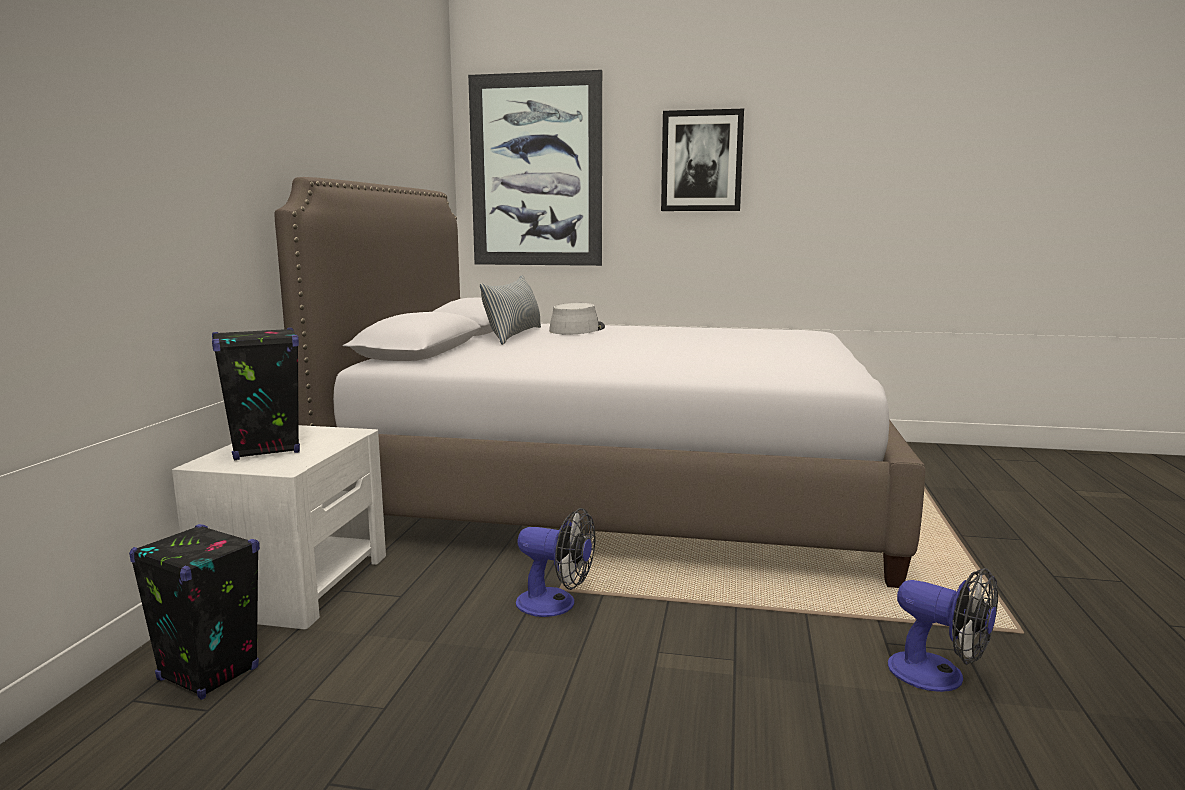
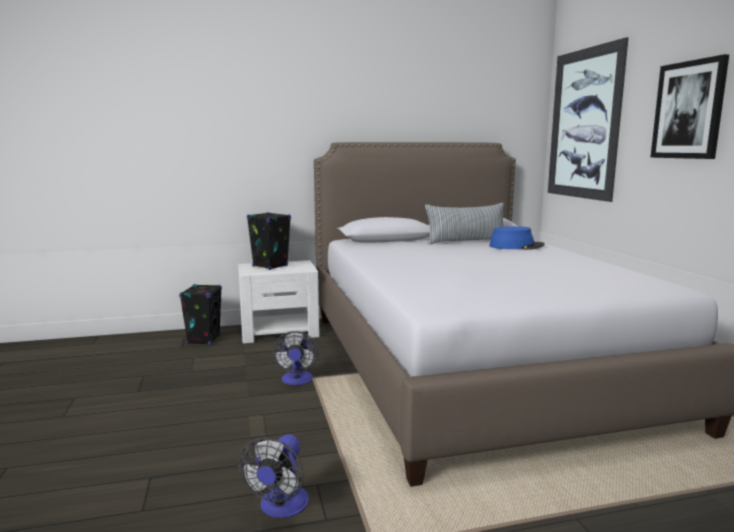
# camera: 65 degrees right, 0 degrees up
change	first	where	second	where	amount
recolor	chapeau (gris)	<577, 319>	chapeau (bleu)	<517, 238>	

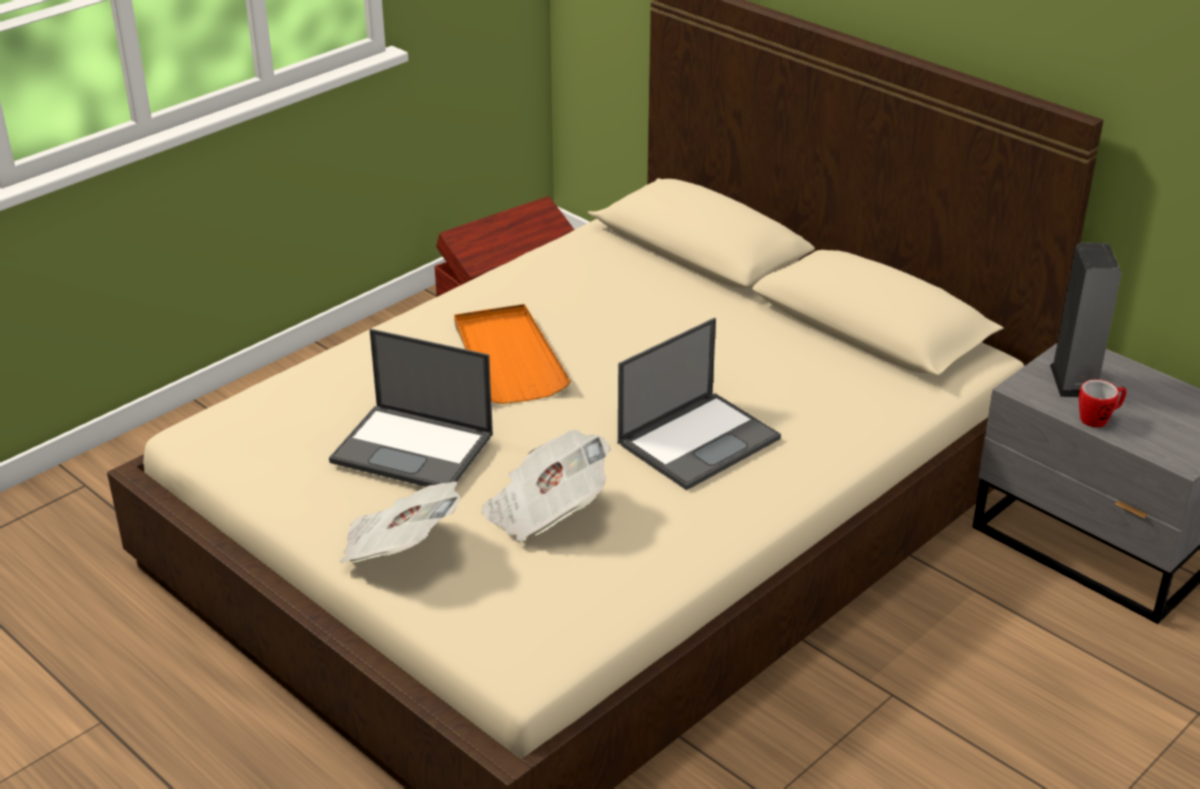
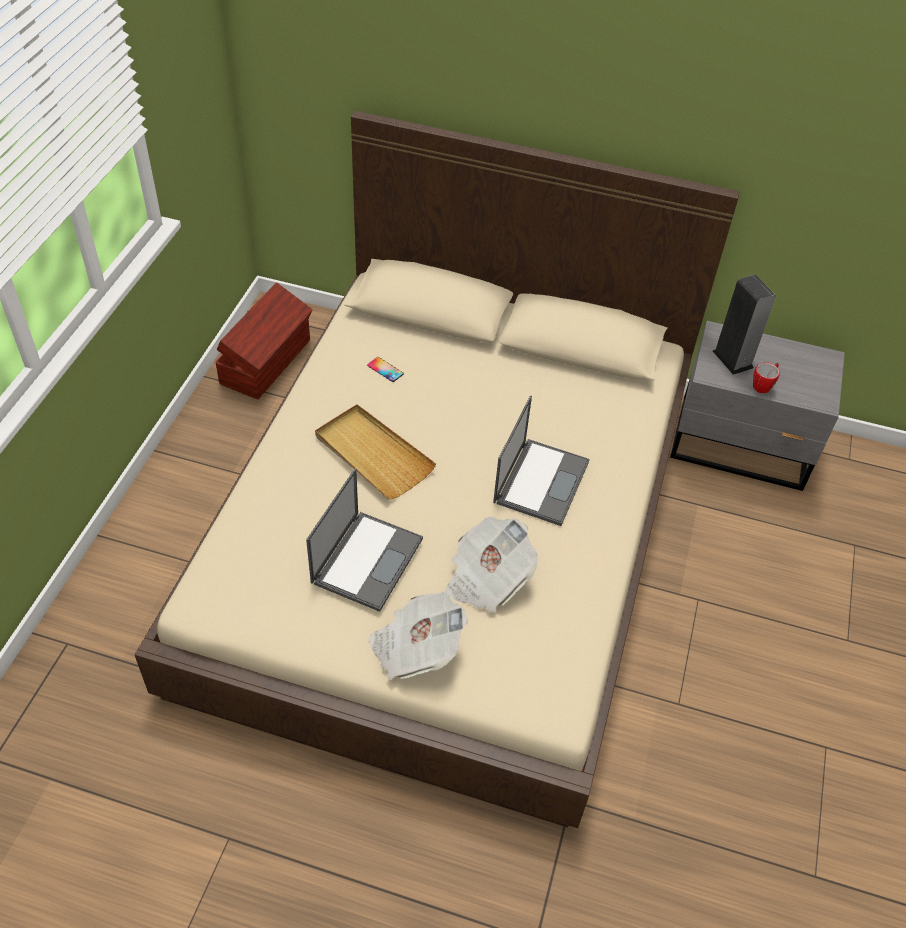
# camera: 30 degrees left, 15 degrees up
change	first	where	second	where	amount
recolor	plateau (orange)	<512, 354>	plateau (beige)	<375, 452>	
rotate	ordinateur portable	<411, 408>		<364, 540>	60 degrees counterclockwise
insert			téléphone	<385, 369>	

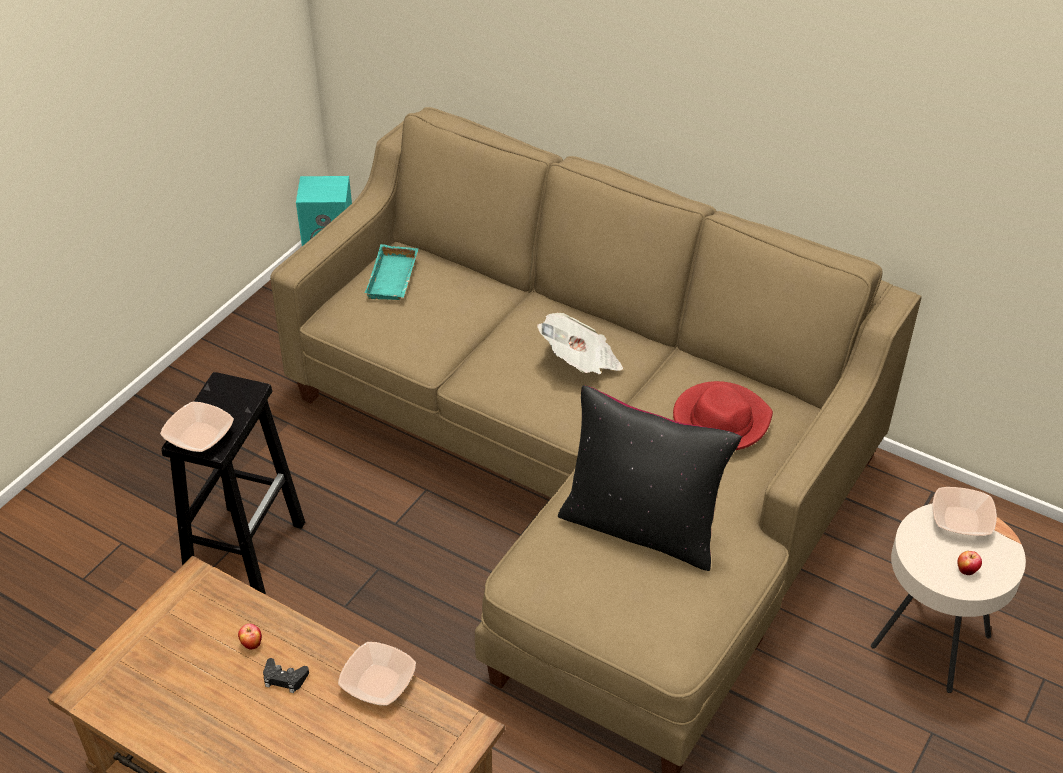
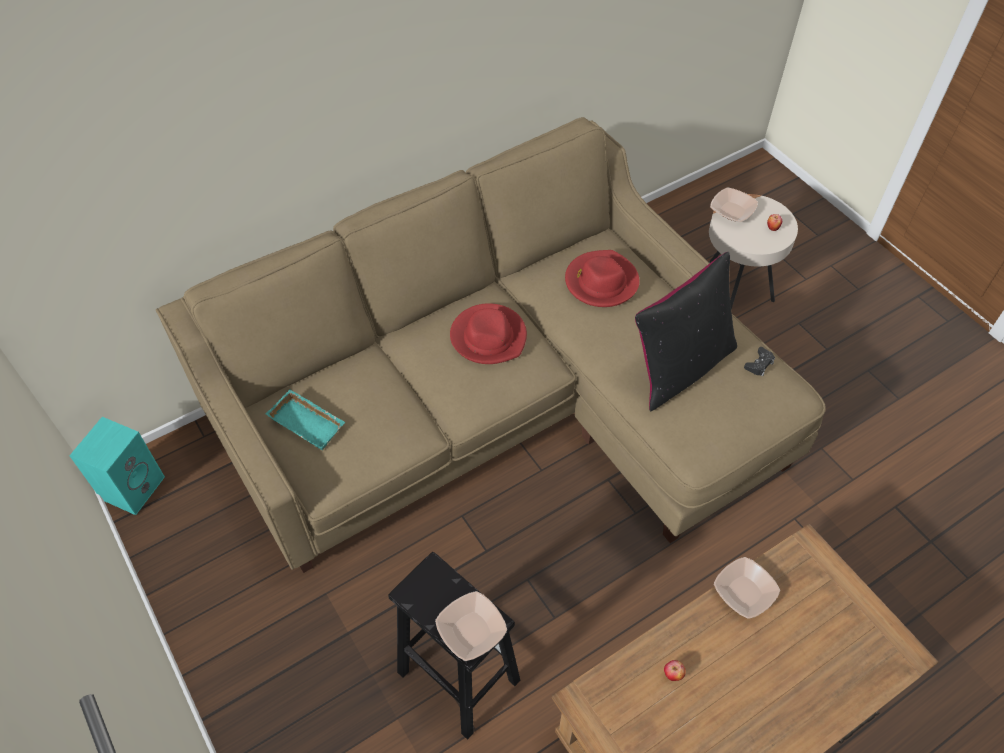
# camera: 65 degrees left, 10 degrees up
change	first	where	second	where	amount
replace	journal	<580, 343>	chapeau (rouge)	<488, 333>	
move	manette (noir)	<286, 675>		<759, 361>	

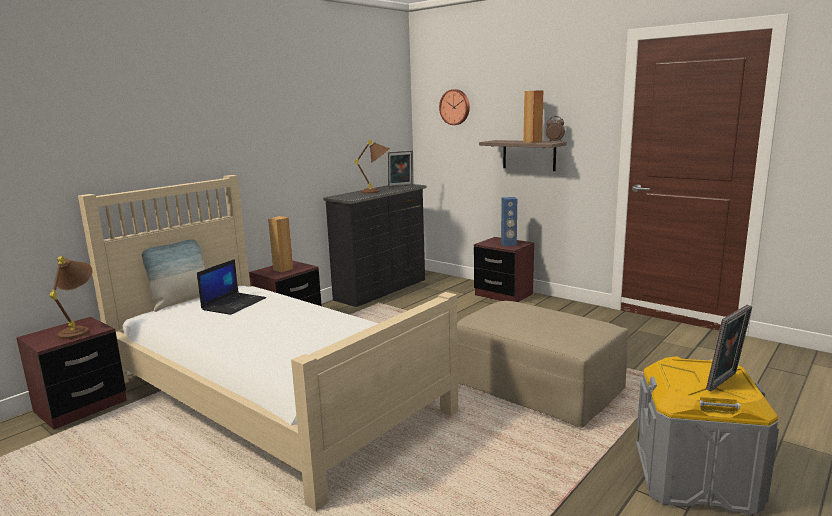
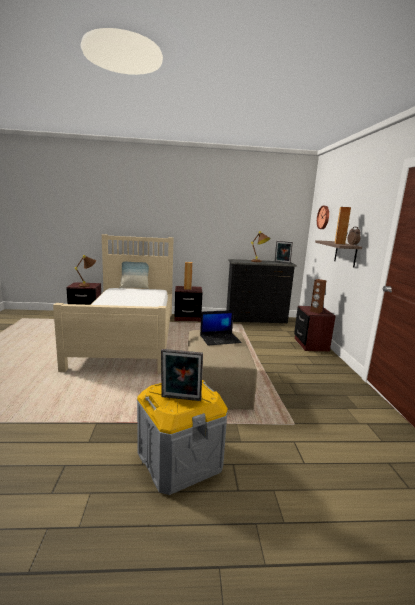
# camera: 45 degrees right, 0 degrees up
change	first	where	second	where	amount
recolor	enceinte (bleu)	<509, 221>	enceinte (marron)	<318, 296>	
move	ordinateur portable	<231, 287>		<221, 328>	

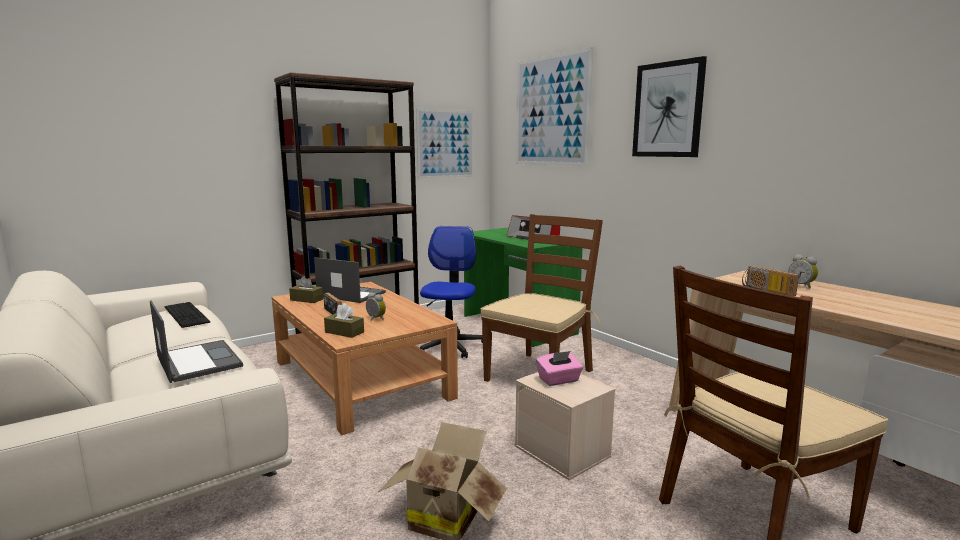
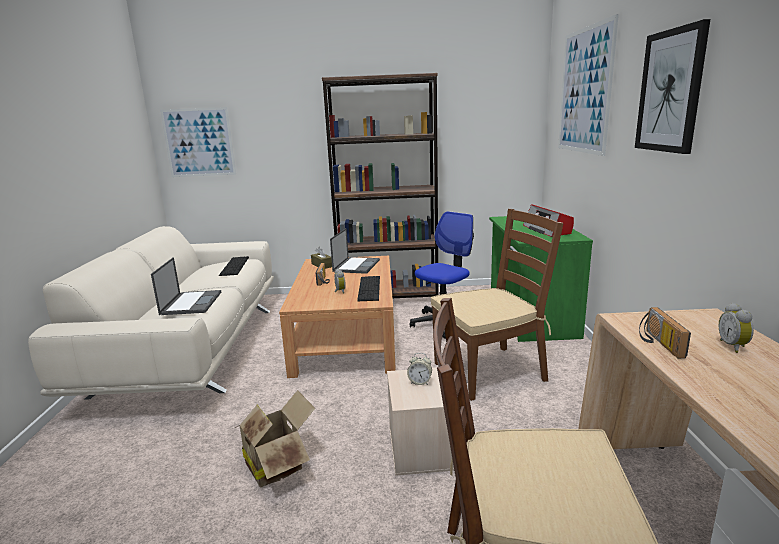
# camera: 35 degrees right, 5 degrees up
change	first	where	second	where	amount
move	tableau	<445, 144>		<198, 142>	
rotate	ordinateur portable	<350, 280>		<355, 251>	45 degrees clockwise
delete	boîte à mouchoirs (marron)	<344, 320>			
replace	boîte à mouchoirs (rose)	<559, 368>	réveil	<419, 369>	
insert			clavier	<368, 288>	

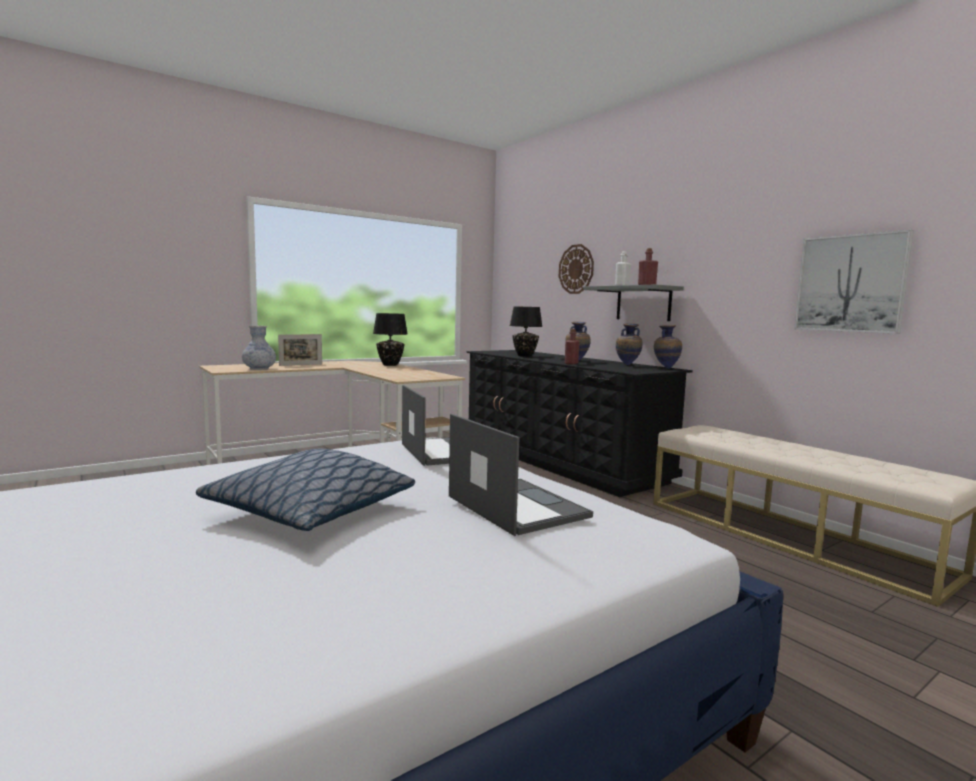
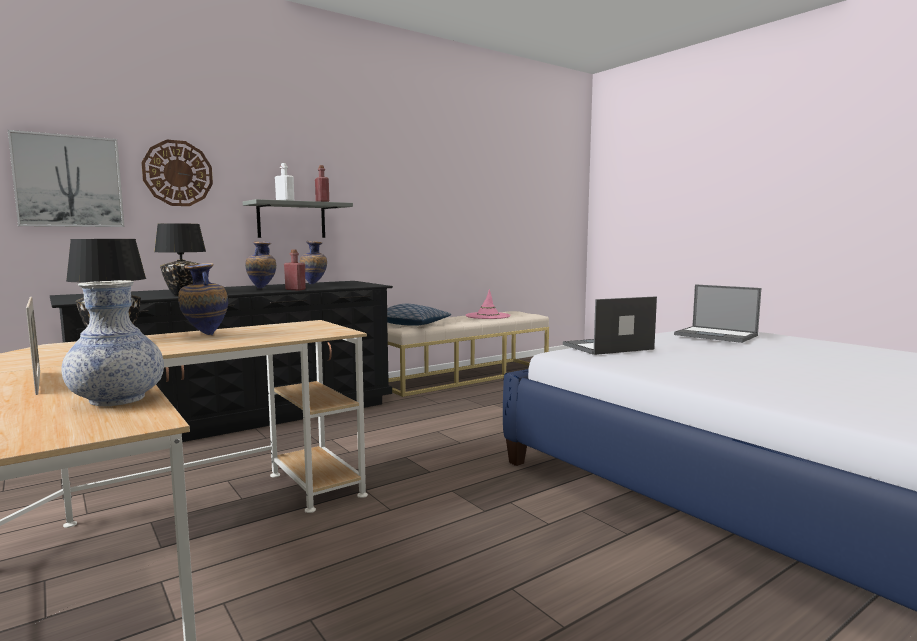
# camera: 90 degrees left, 0 degrees up
change	first	where	second	where	amount
move	tableau	<854, 282>		<66, 178>	
move	vase	<668, 347>		<203, 299>	
rotate	ordinateur portable	<521, 475>		<717, 313>	105 degrees counterclockwise
move	coussin	<305, 490>		<419, 315>	
insert			chapeau (rose)	<488, 304>	

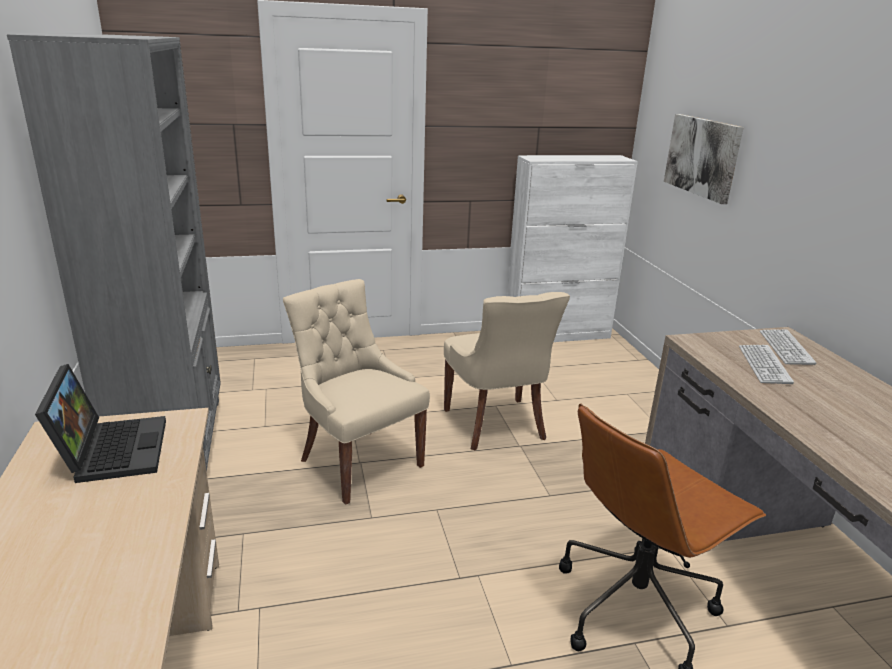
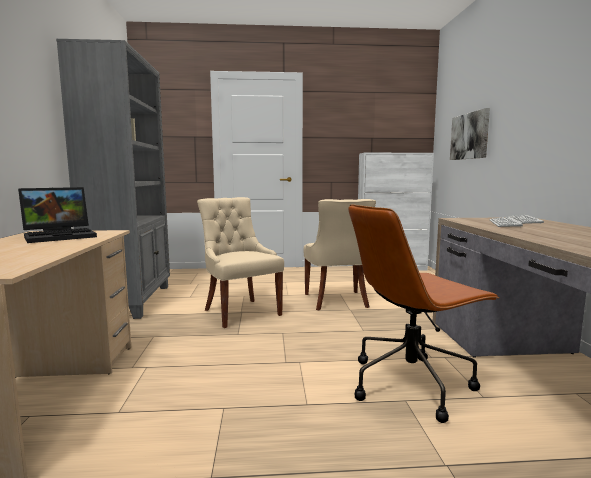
# camera: 10 degrees right, 15 degrees down
change	first	where	second	where	amount
rotate	ordinateur portable	<100, 423>		<57, 215>	60 degrees clockwise

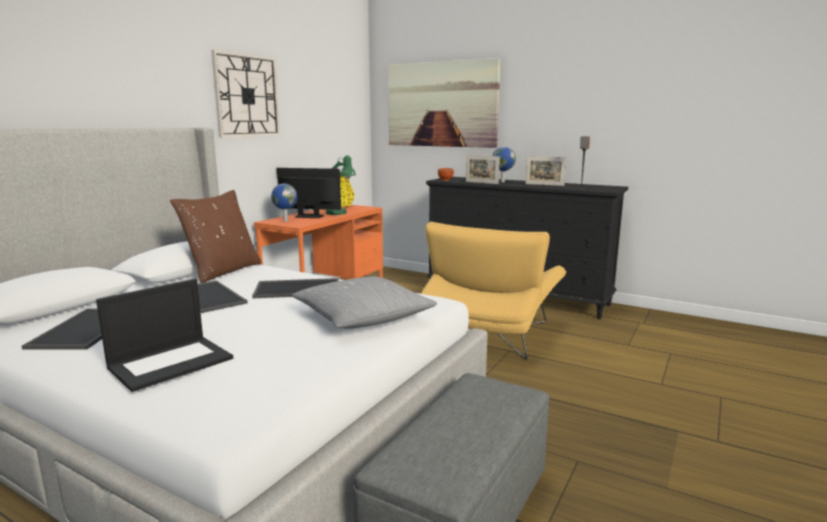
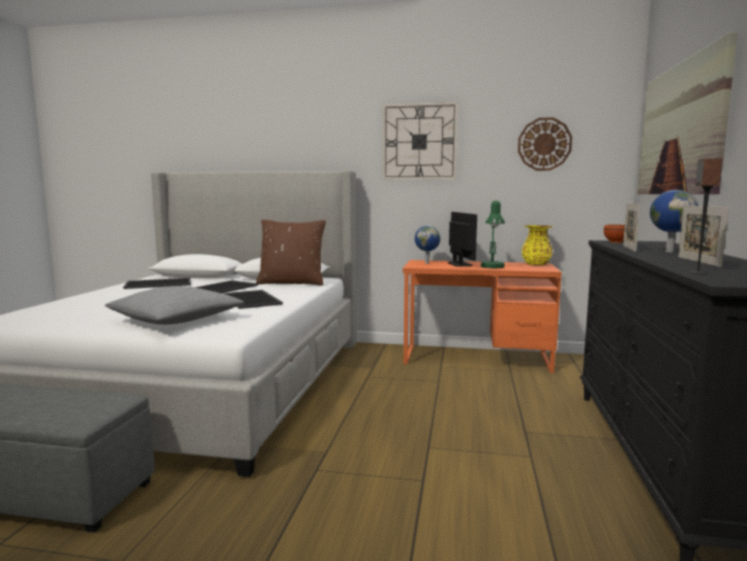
# camera: 70 degrees right, 5 degrees down
change	first	where	second	where	amount
delete	fauteuil (jaune)	<493, 290>			
delete	ordinateur portable	<164, 335>			
insert			horloge murale	<545, 144>	

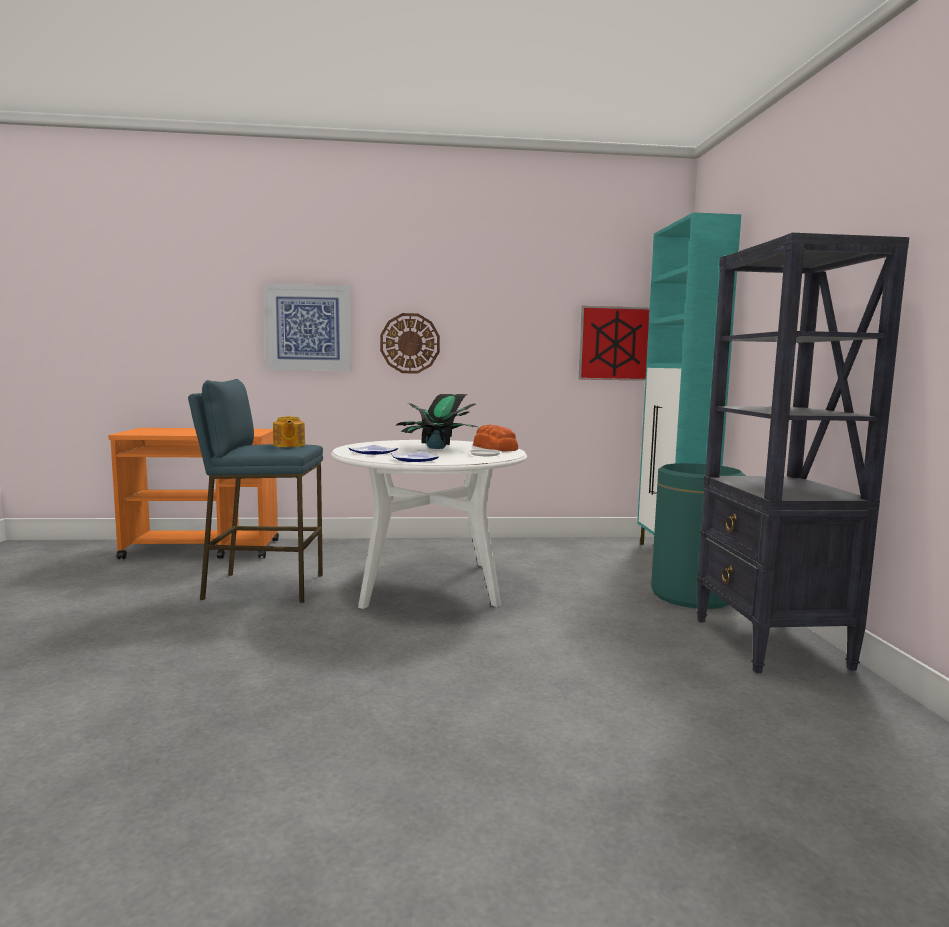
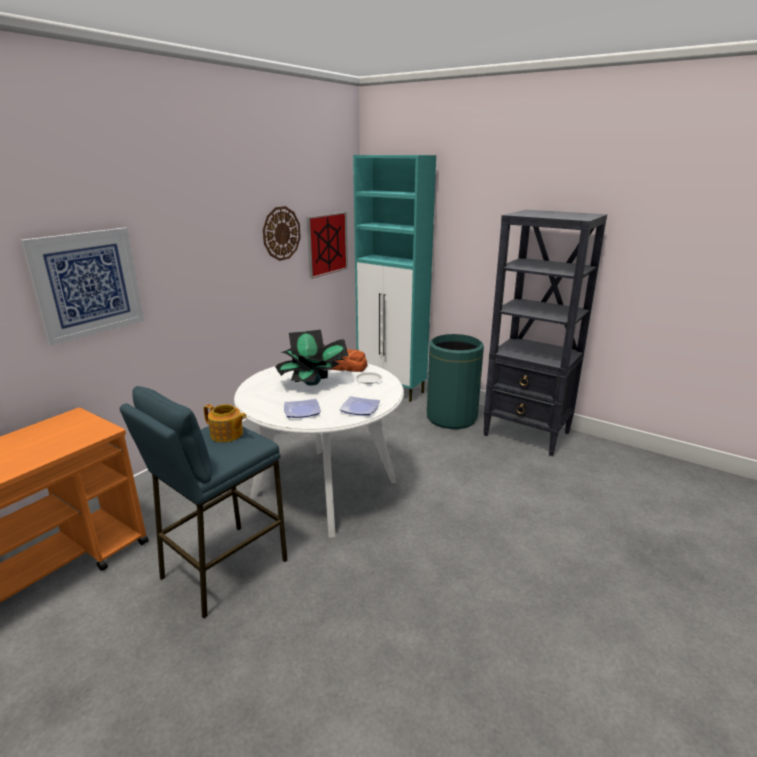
# camera: 50 degrees left, 15 degrees up
change	first	where	second	where	amount
move	horloge murale	<410, 343>		<282, 233>	

